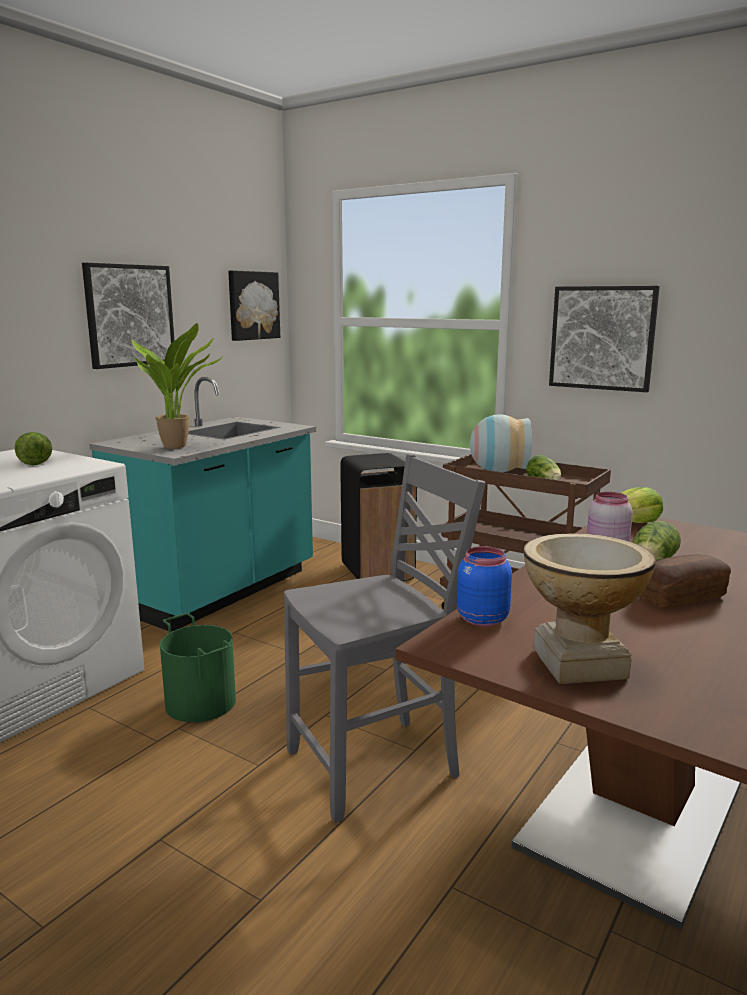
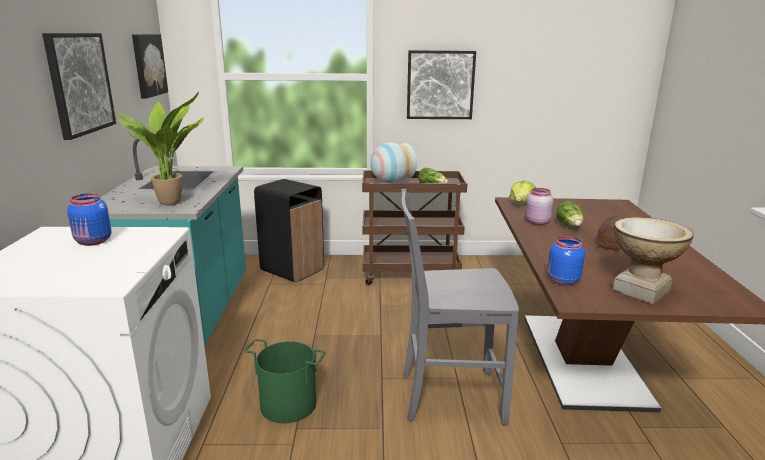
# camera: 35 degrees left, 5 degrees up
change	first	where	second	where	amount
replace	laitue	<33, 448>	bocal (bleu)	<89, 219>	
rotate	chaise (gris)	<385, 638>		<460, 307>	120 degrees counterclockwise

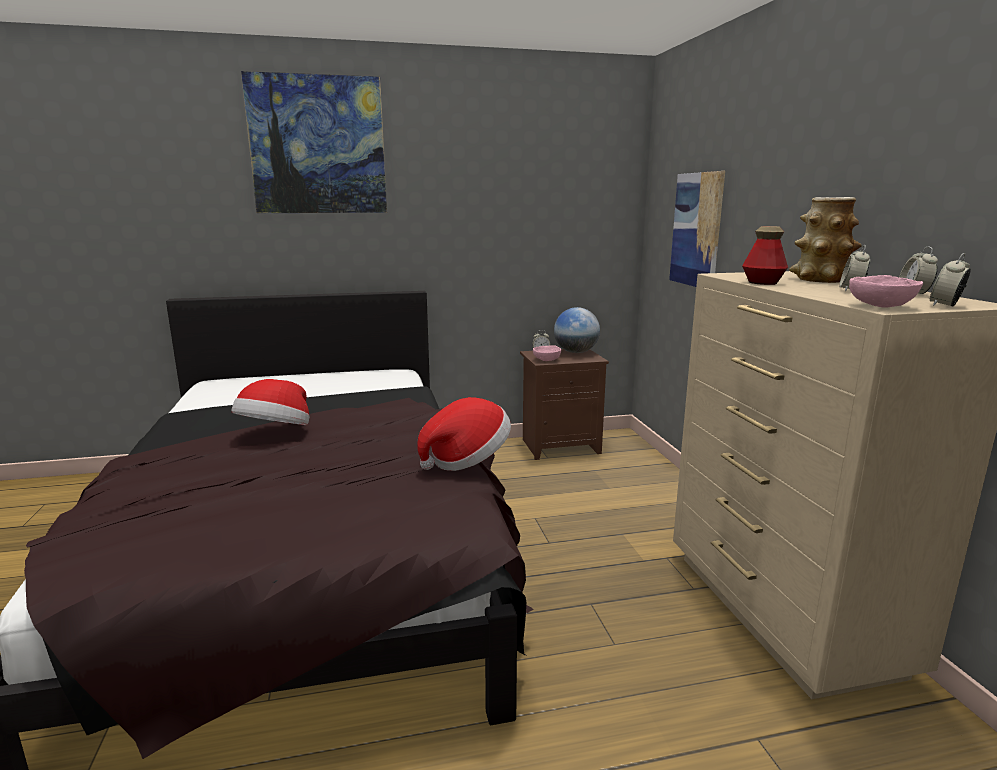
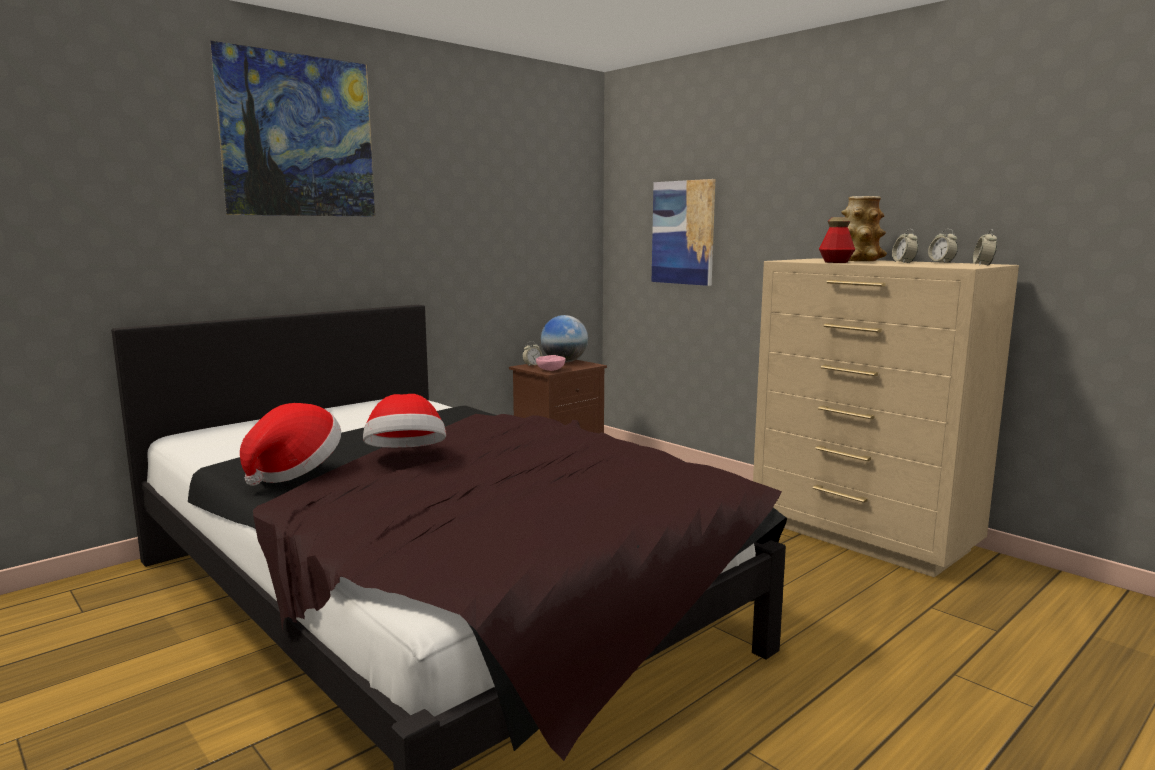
# camera: 30 degrees left, 5 degrees down
change	first	where	second	where	amount
delete	bol (rose)	<886, 291>			
move	chapeau	<464, 434>		<290, 444>	

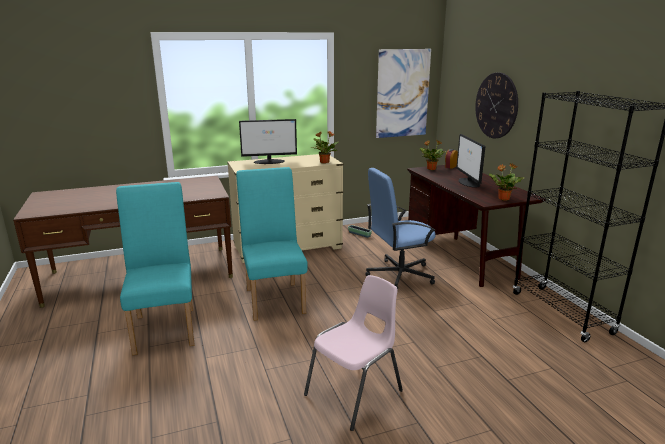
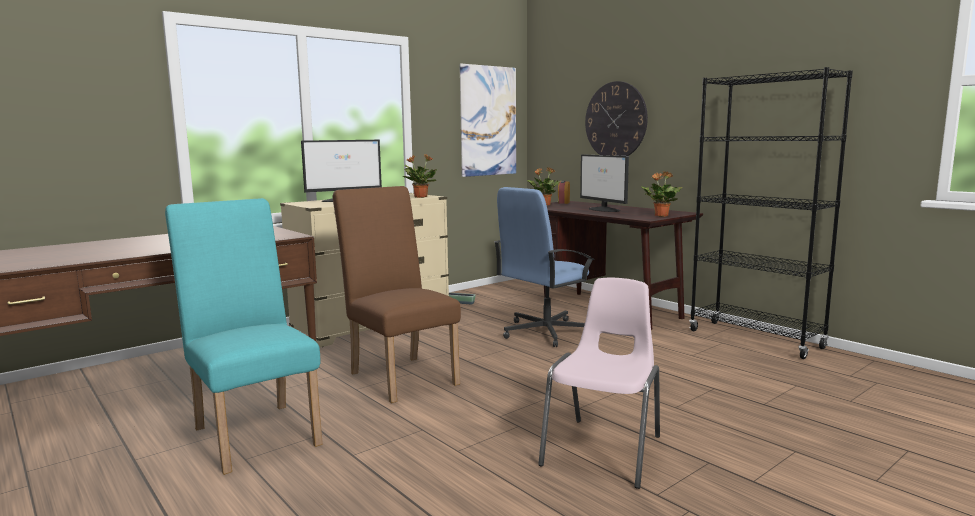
# camera: 20 degrees left, 10 degrees down
change	first	where	second	where	amount
recolor	chaise (turquoise)	<272, 244>	chaise (marron)	<396, 294>	

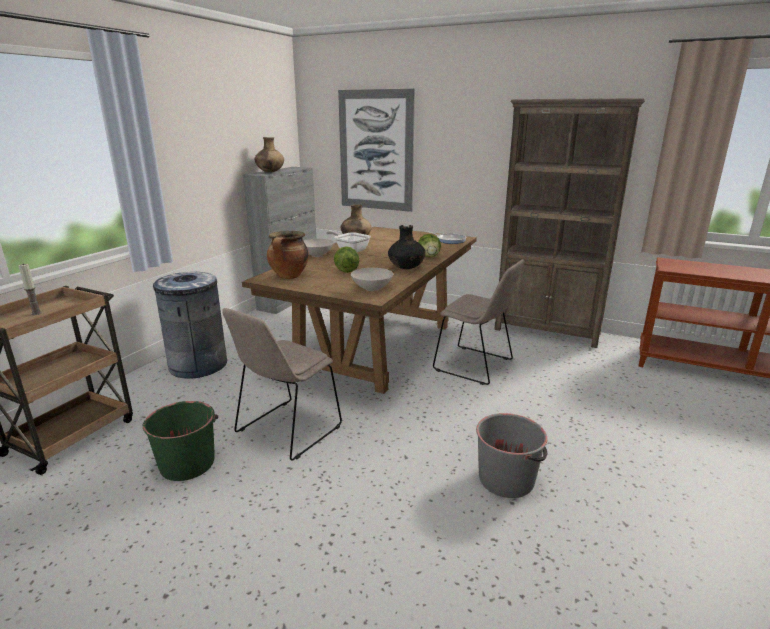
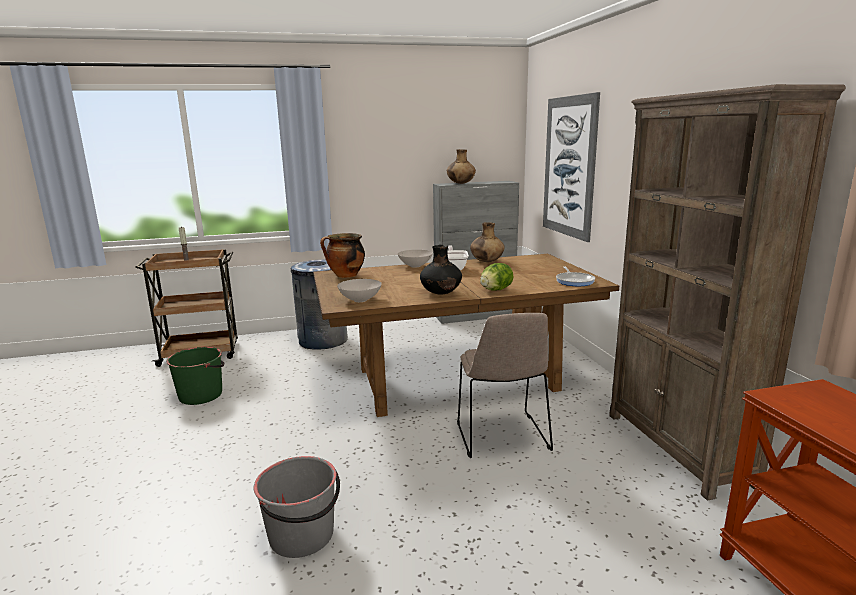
# camera: 50 degrees right, 5 degrees down
change	first	where	second	where	amount
delete	laitue	<346, 259>			
delete	chaise (beige)	<282, 384>			

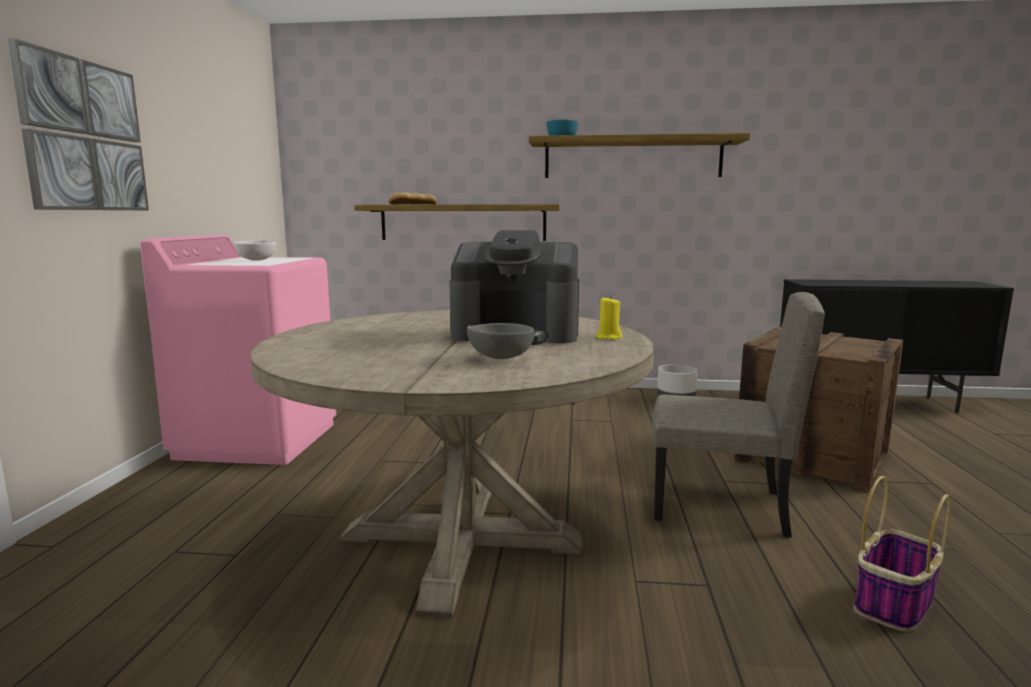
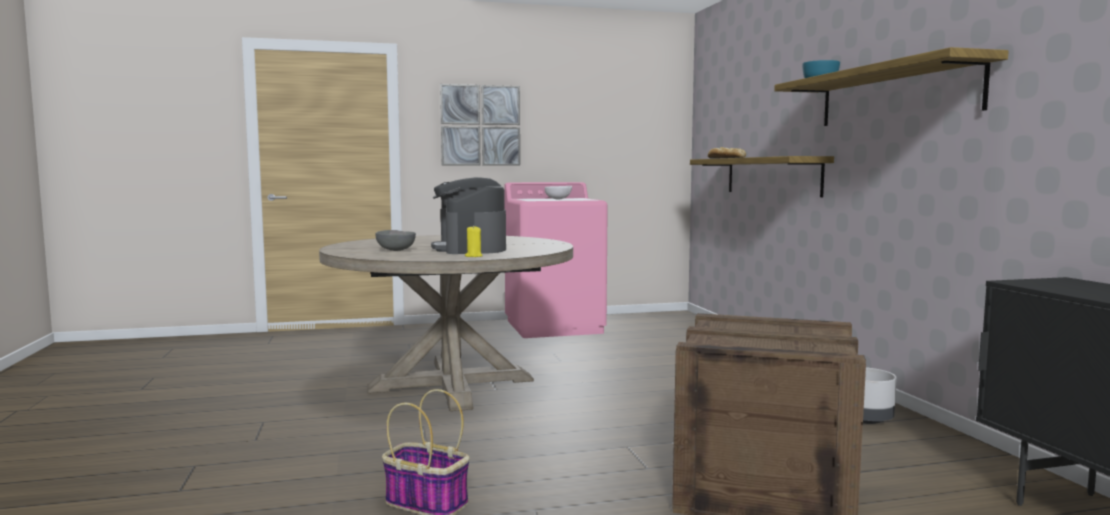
# camera: 70 degrees right, 5 degrees down
change	first	where	second	where	amount
delete	chaise (beige)	<738, 415>			

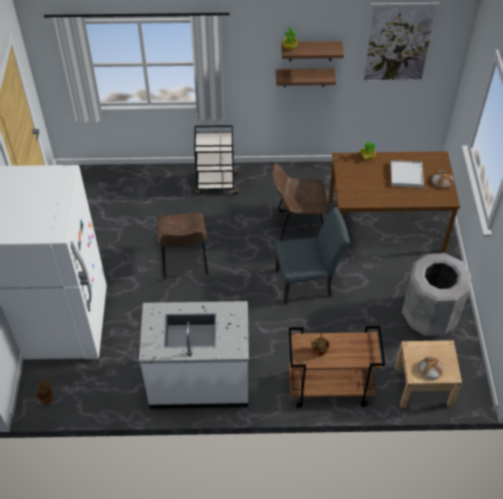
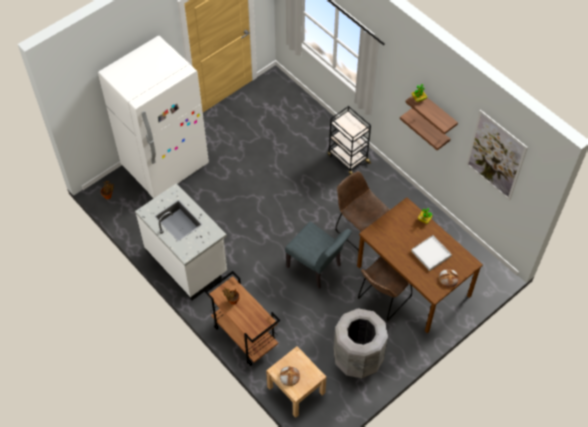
# camera: 50 degrees right, 5 degrees up
change	first	where	second	where	amount
move	chaise (marron)	<182, 246>		<384, 289>	

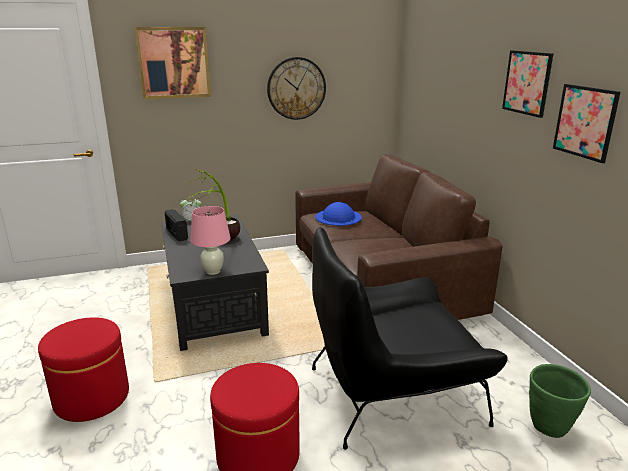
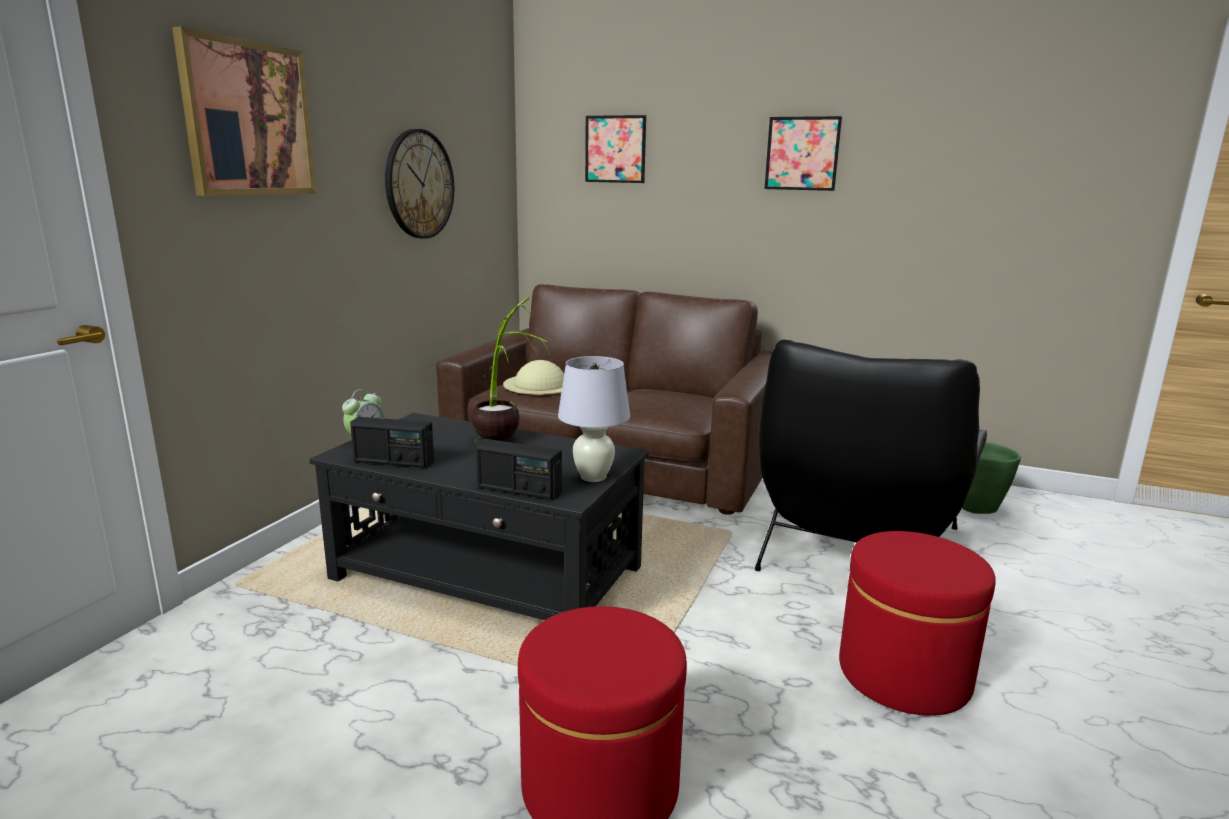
# camera: 50 degrees left, 5 degrees down
change	first	where	second	where	amount
move	tableau	<586, 123>		<615, 149>	
recolor	chapeau (bleu)	<338, 214>	chapeau (beige)	<533, 377>	
recolor	lampe de table (rose)	<210, 240>	lampe de table (blanc)	<594, 419>	
insert			radio	<519, 469>	

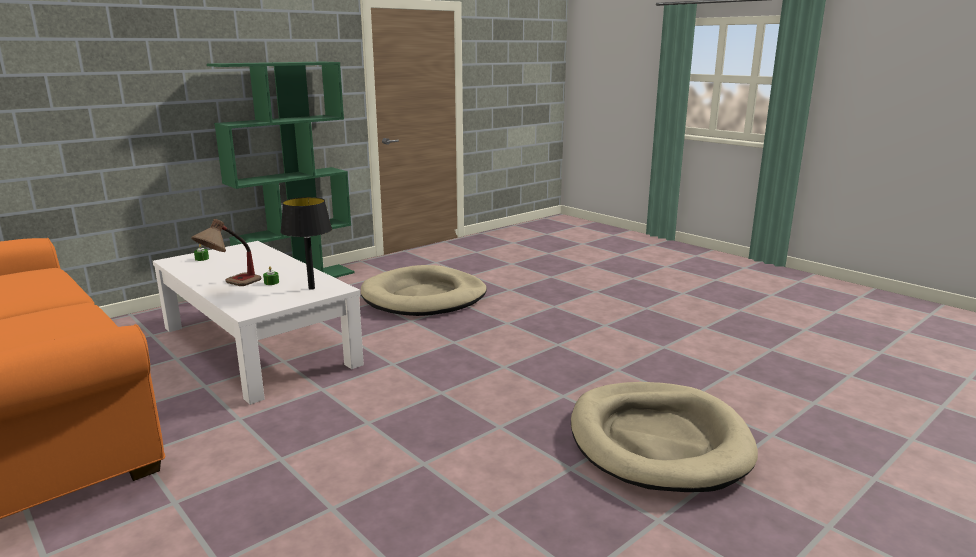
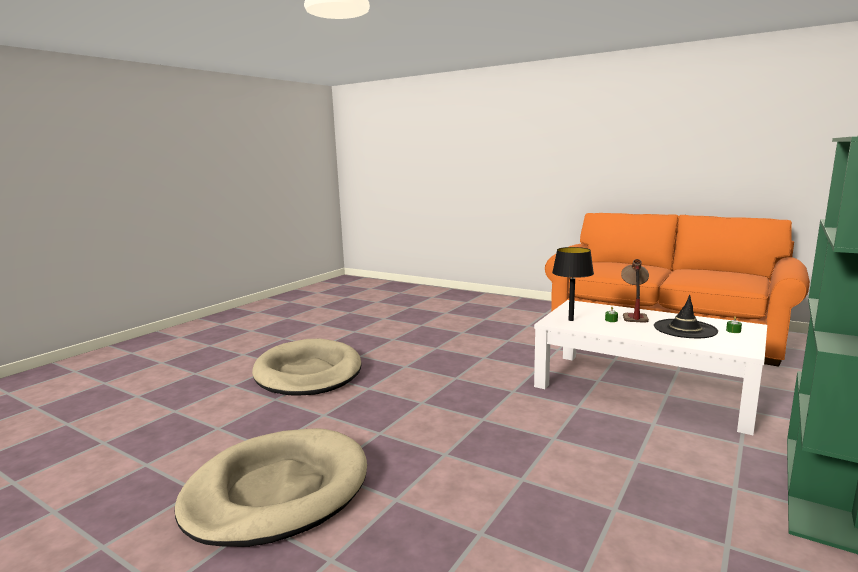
# camera: 165 degrees right, 5 degrees down
change	first	where	second	where	amount
move	panier pour chien (beige)	<424, 290>		<271, 487>	
insert			chapeau (noir)	<686, 316>	

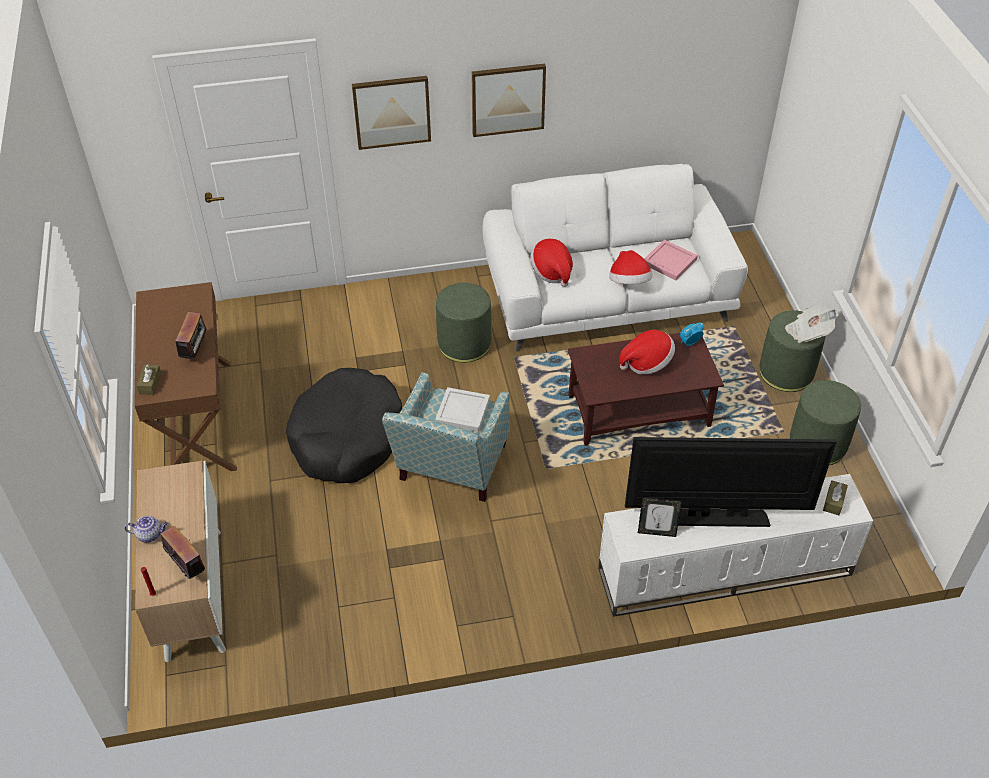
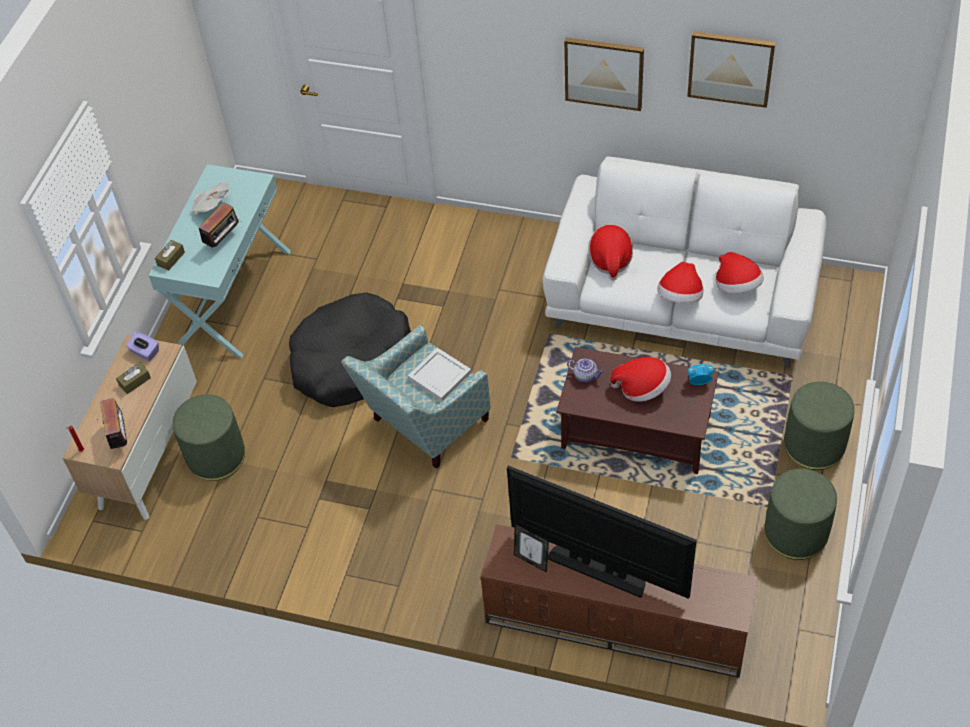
# camera: 30 degrees right, 5 degrees up
change	first	where	second	where	amount
move	tableau	<391, 113>		<731, 69>	
replace	plateau (rose)	<671, 260>	chapeau	<740, 272>	
recolor	table console (marron)	<185, 376>	table console (turquoise)	<219, 261>	
move	pouf (vert)	<464, 323>		<208, 437>	
move	journal	<812, 323>		<210, 197>	
recolor	meuble télé (blanc)	<735, 545>	meuble télé (marron)	<619, 601>	
move	boîte à mouchoirs (marron)	<835, 497>		<133, 378>	
move	théière	<146, 529>		<585, 370>	
insert			boîte à mouchoirs (violet)	<142, 346>	

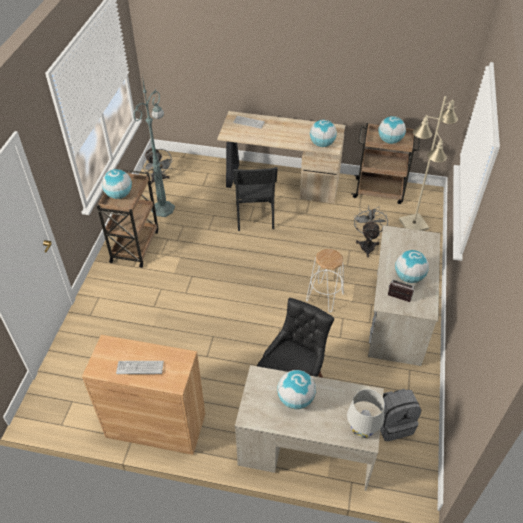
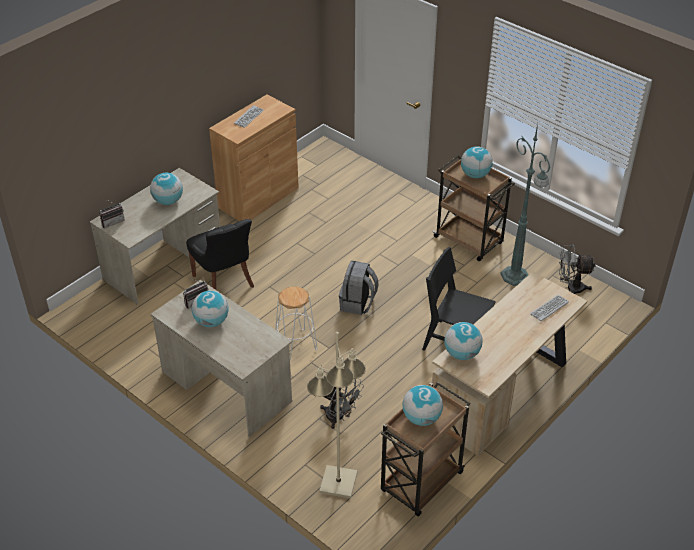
# camera: 120 degrees right, 5 degrees down
change	first	where	second	where	amount
replace	lampe de table (blanc)	<366, 413>	radio	<112, 213>	
move	sac à dos (gris)	<400, 415>		<359, 287>	

